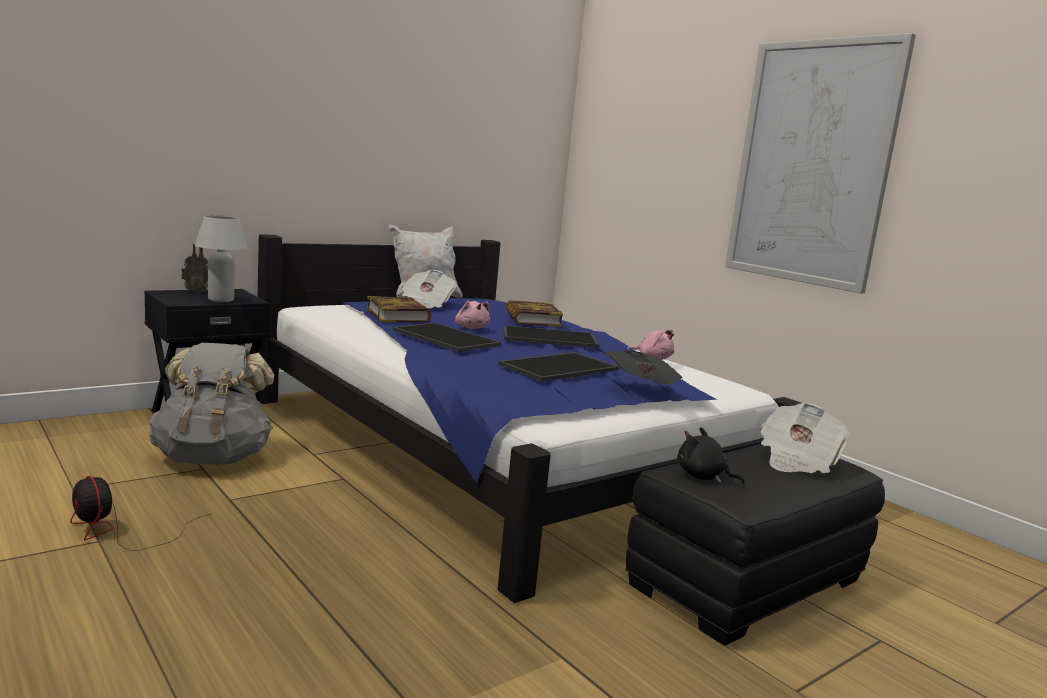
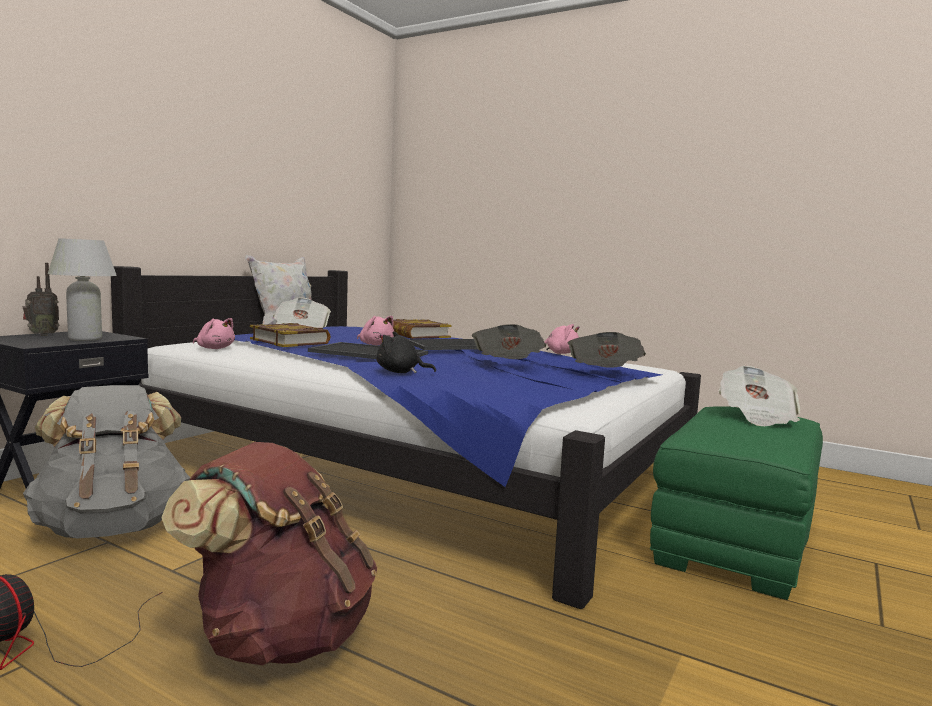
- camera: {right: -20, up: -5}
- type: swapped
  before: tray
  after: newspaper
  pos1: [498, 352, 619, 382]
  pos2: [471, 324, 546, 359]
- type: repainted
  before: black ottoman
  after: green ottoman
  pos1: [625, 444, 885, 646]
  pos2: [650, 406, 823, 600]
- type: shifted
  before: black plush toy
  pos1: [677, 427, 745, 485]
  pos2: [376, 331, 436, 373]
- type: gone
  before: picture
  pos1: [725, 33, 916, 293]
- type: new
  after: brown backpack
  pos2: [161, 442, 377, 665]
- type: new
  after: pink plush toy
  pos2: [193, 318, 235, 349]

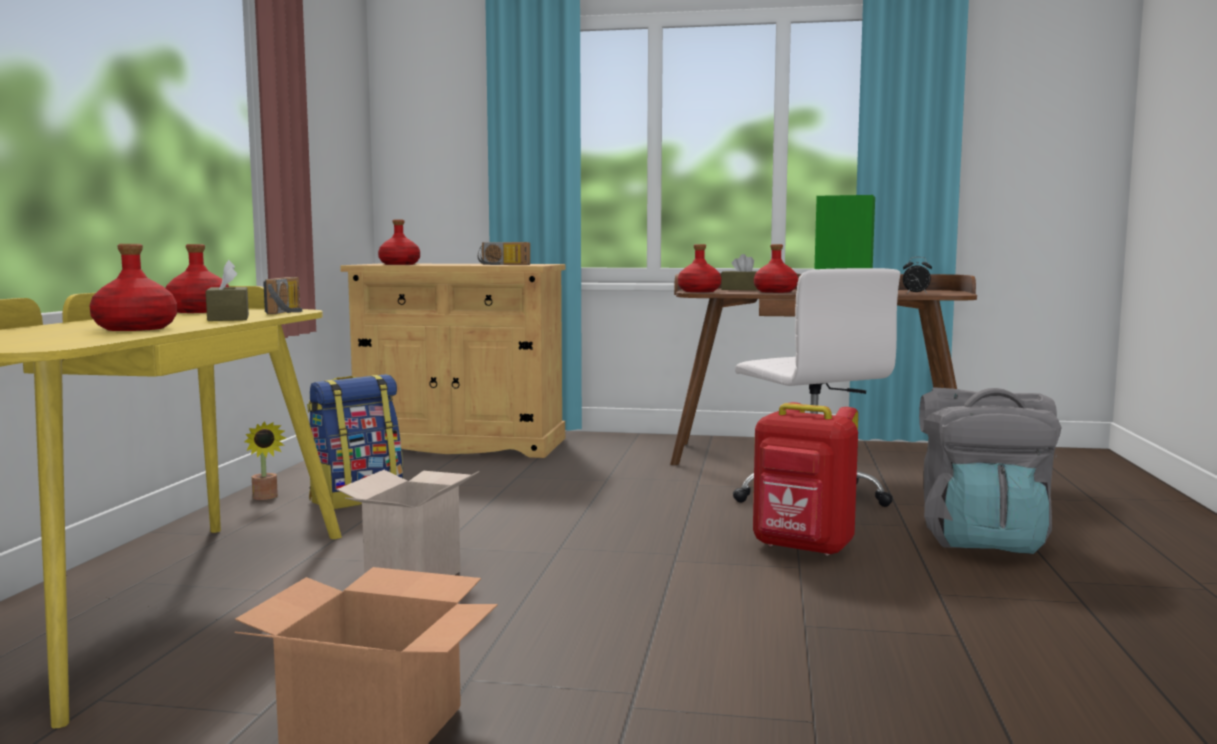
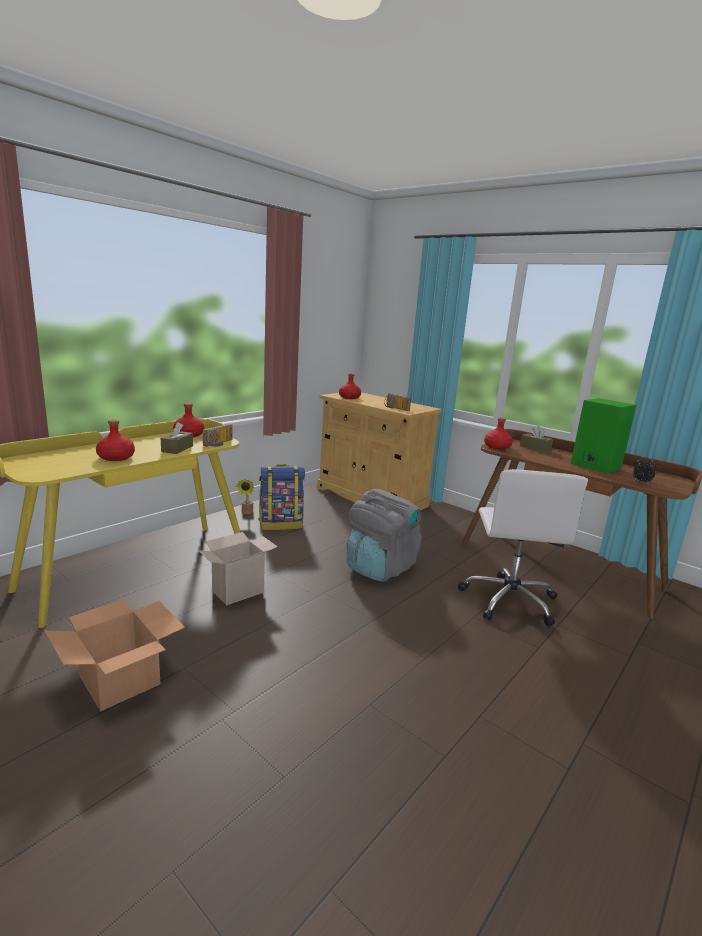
- camera: {right: 30, up: 10}
- type: gone
  before: red backpack
  pos1: [753, 402, 858, 556]
- type: gone
  before: red bottle
  pos1: [754, 244, 798, 293]
- type: shifted
  before: grey backpack
  pos1: [919, 387, 1062, 554]
  pos2: [347, 489, 423, 582]

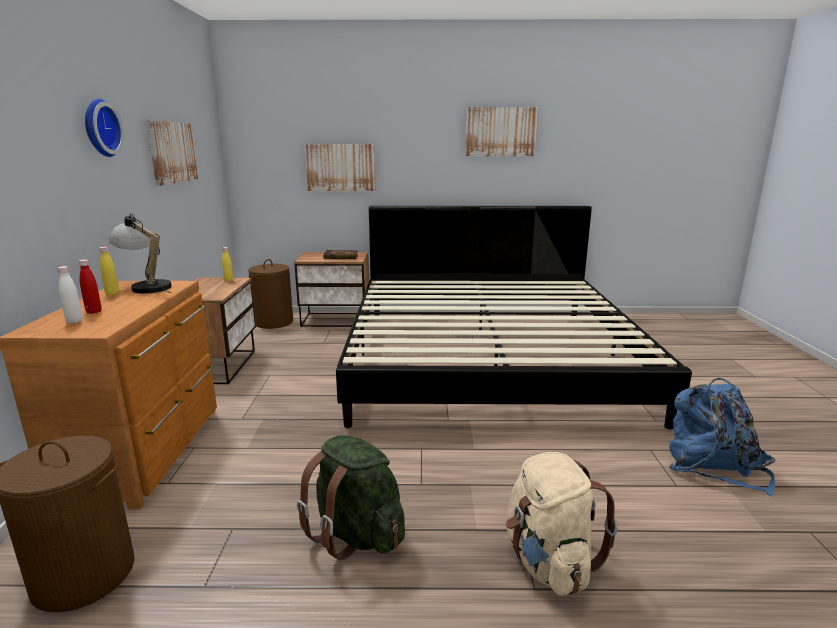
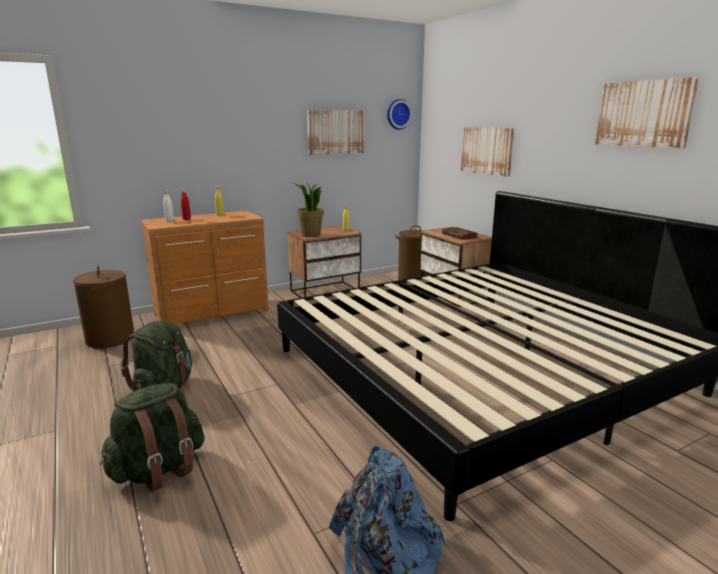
- camera: {right: 60, up: 0}
- type: shifted
  before: wall clock
  pos1: [85, 99, 124, 157]
  pos2: [387, 99, 412, 130]
- type: gone
  before: table lamp
  pos1: [108, 213, 172, 293]
- type: repainted
  before: beige backpack
  after: green backpack
  pos1: [506, 452, 618, 596]
  pos2: [100, 383, 205, 492]
- type: new
  after: potted plant
  pos2: [293, 181, 324, 237]

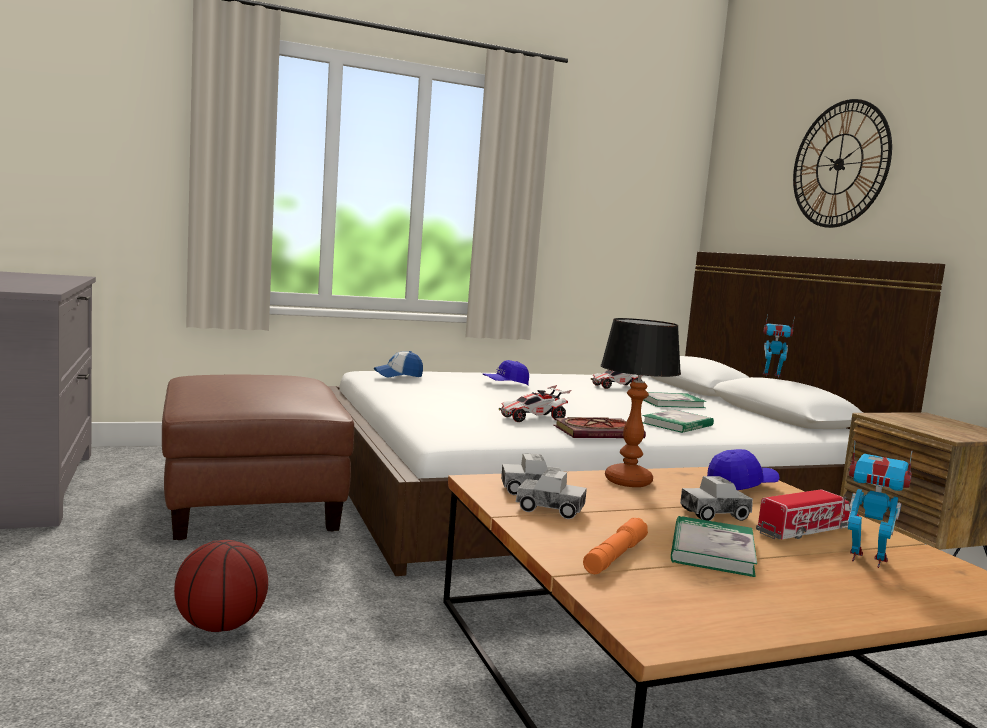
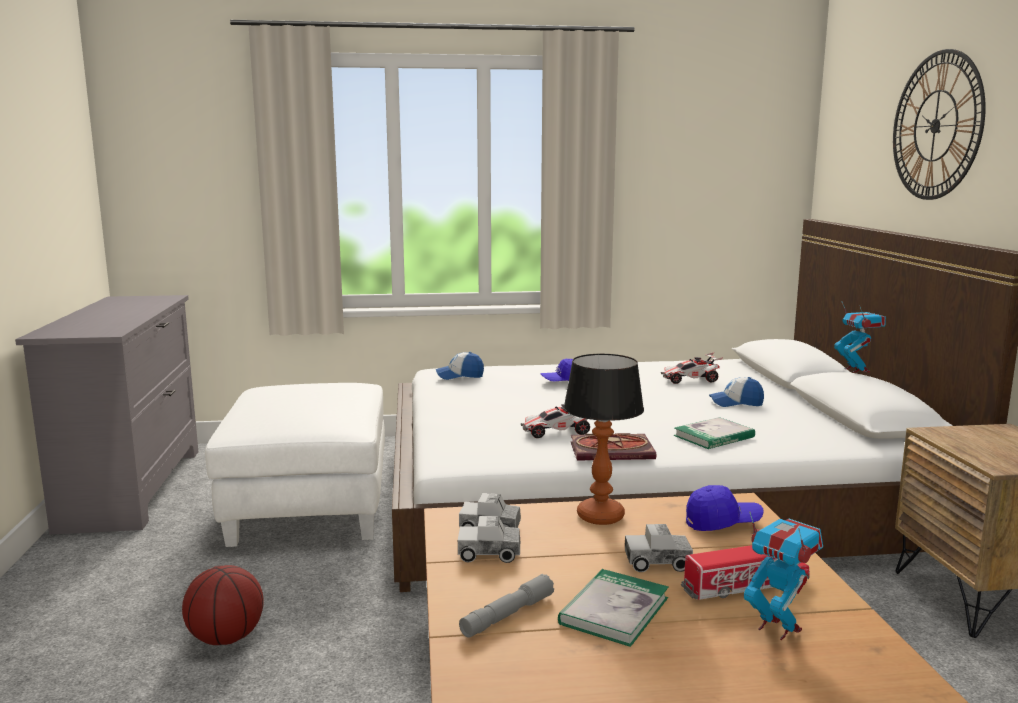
- camera: {right: 15, up: 5}
- type: repainted
  before: brown ottoman
  after: white ottoman
  pos1: [162, 375, 354, 540]
  pos2: [205, 383, 385, 547]
- type: rotated
  before: toy truck
  pos1: [516, 469, 587, 519]
  pos2: [458, 516, 520, 563]
  turn: 150
- type: repainted
  before: orange flashlight
  after: grey flashlight
  pos1: [583, 518, 648, 574]
  pos2: [459, 574, 554, 638]
- type: swapped
  before: book
  after: cap
  pos1: [643, 392, 706, 408]
  pos2: [709, 377, 764, 407]
- type: rotated
  before: toy robot
  pos1: [763, 314, 795, 378]
  pos2: [834, 301, 886, 373]
  turn: 45

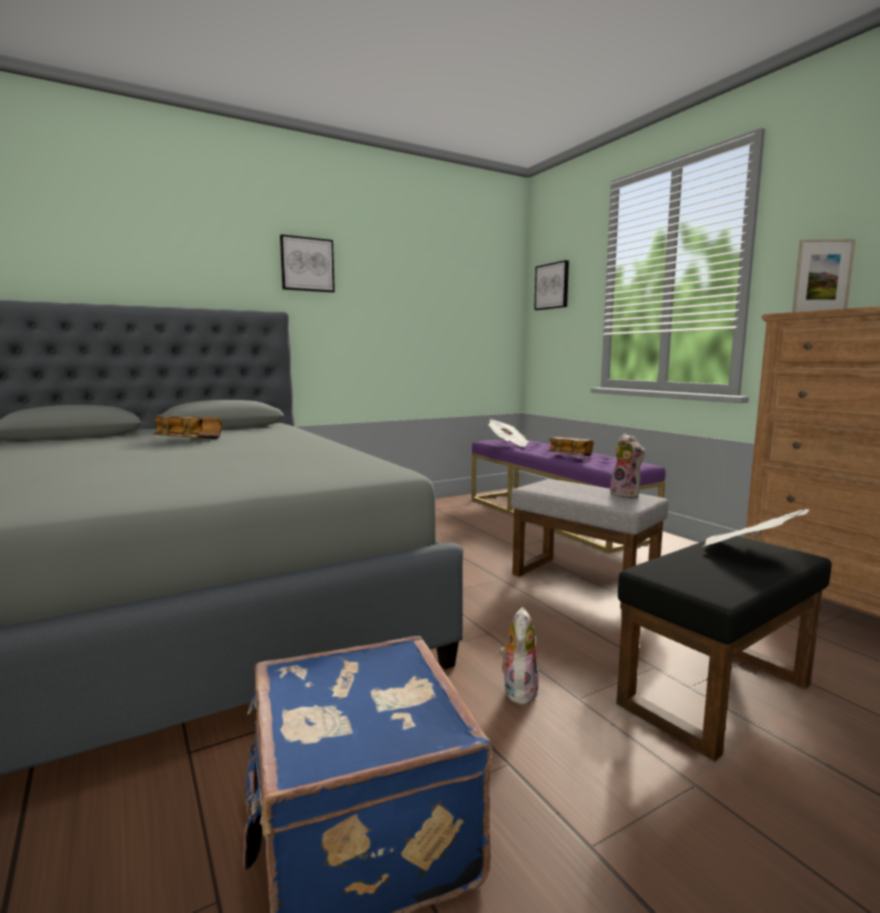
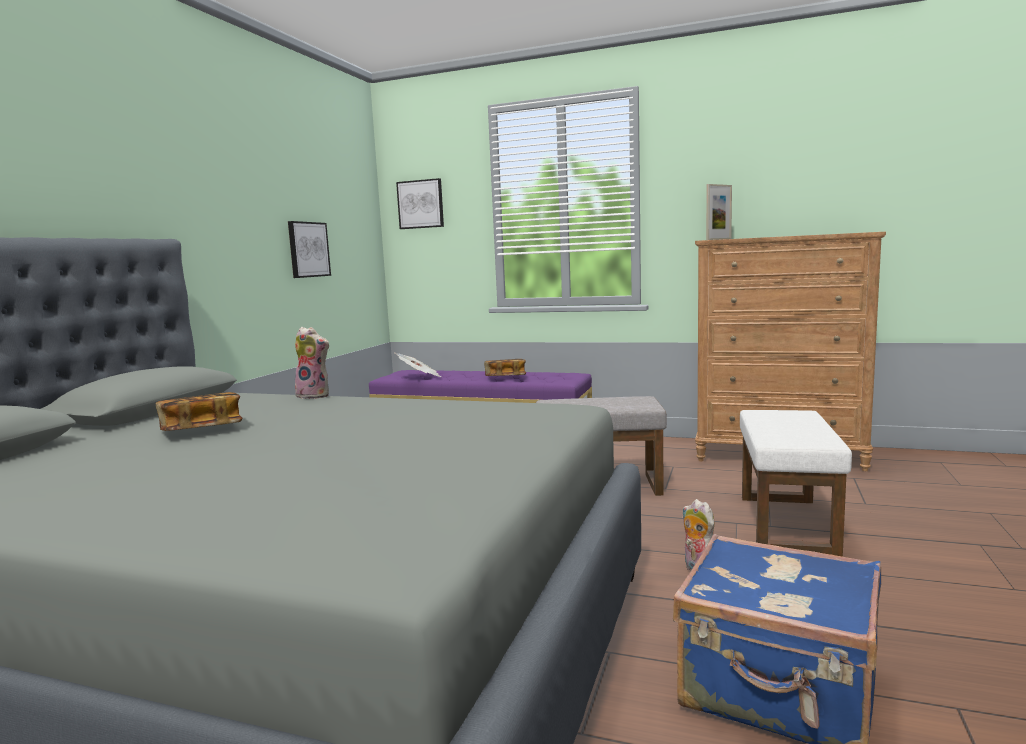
- camera: {right: -40, up: 0}
- type: shifted
  before: picture
  pos1: [280, 234, 335, 292]
  pos2: [288, 221, 331, 278]
- type: shifted
  before: plush toy
  pos1: [610, 433, 645, 498]
  pos2: [295, 327, 330, 399]
- type: repainted
  before: black ottoman
  after: white ottoman
  pos1: [617, 536, 832, 761]
  pos2: [740, 410, 852, 557]
- type: gone
  before: newspaper
  pos1: [702, 509, 809, 547]

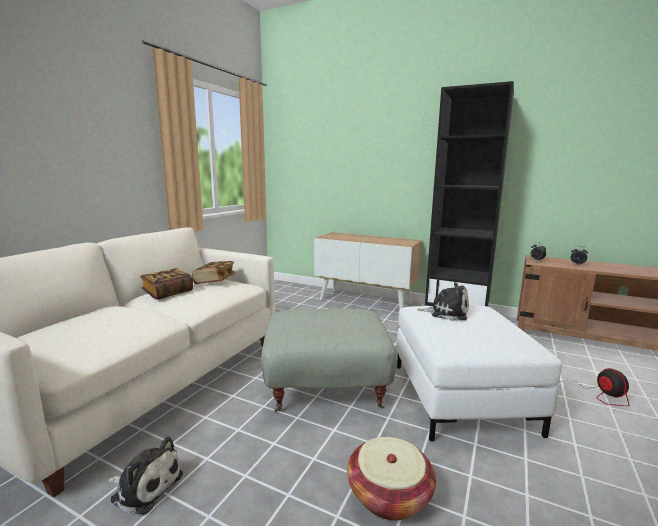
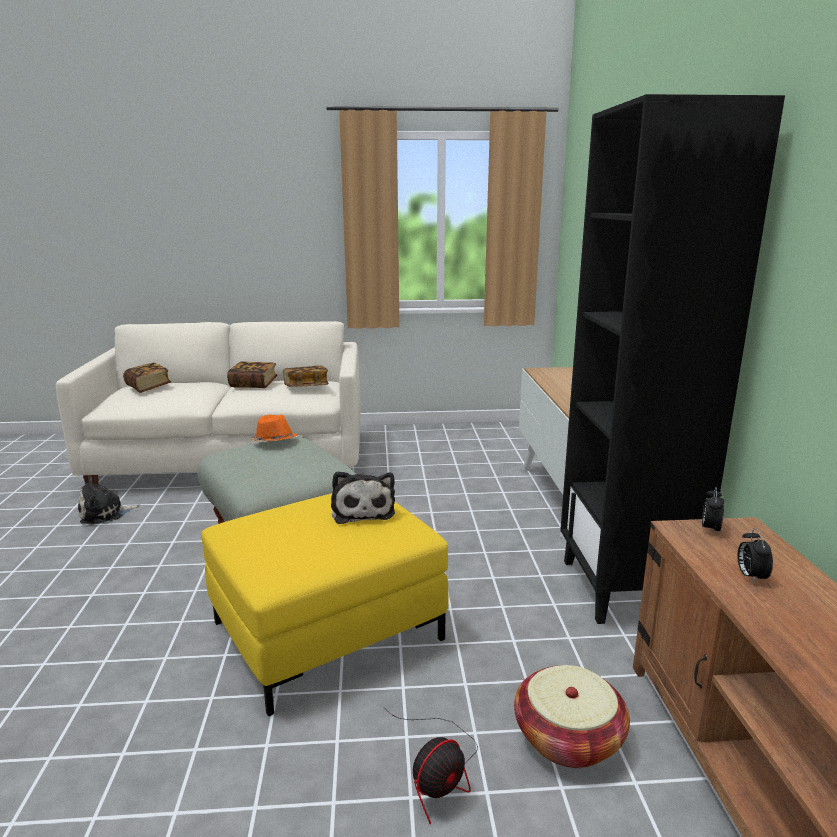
- camera: {right: 60, up: 5}
- type: rotated
  before: plush toy
  pos1: [108, 436, 183, 515]
  pos2: [78, 476, 140, 525]
  turn: 75
- type: shifted
  before: basket
  pos1: [347, 437, 436, 520]
  pos2: [514, 665, 630, 768]
- type: repainted
  before: white ottoman
  after: yellow ottoman
  pos1: [397, 306, 562, 441]
  pos2: [201, 493, 449, 716]
- type: new
  after: book
  pos2: [123, 363, 171, 393]
- type: new
  after: orange hat
  pos2: [252, 414, 297, 442]

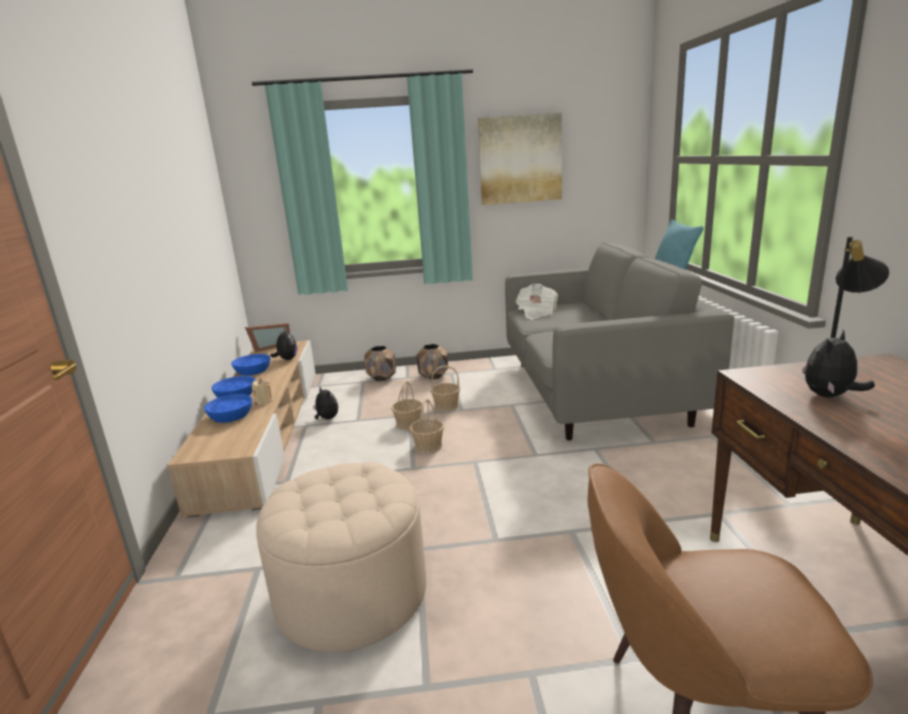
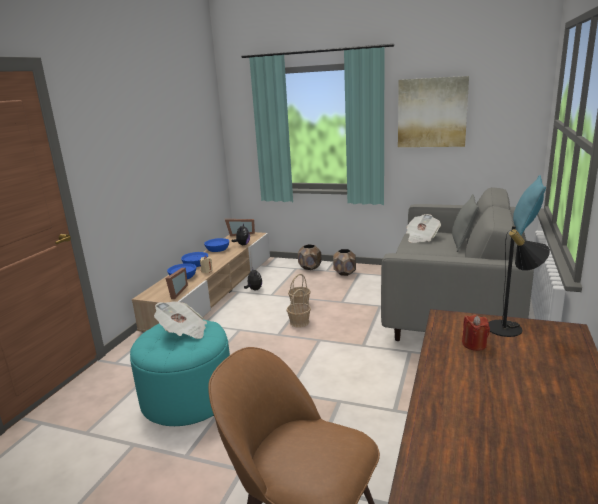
- camera: {right: 25, up: 0}
- type: repainted
  before: beige ottoman
  after: turquoise ottoman
  pos1: [256, 462, 426, 652]
  pos2: [130, 320, 230, 426]
- type: gone
  before: basket
  pos1: [430, 365, 460, 412]
- type: swapped
  before: plush toy
  after: red candle
  pos1: [805, 329, 875, 397]
  pos2: [462, 315, 490, 351]
- type: new
  after: newspaper
  pos2: [154, 301, 207, 339]
- type: new
  after: picture frame
  pos2: [165, 268, 188, 299]
- type: new
  after: grey pillow
  pos2: [452, 194, 479, 252]

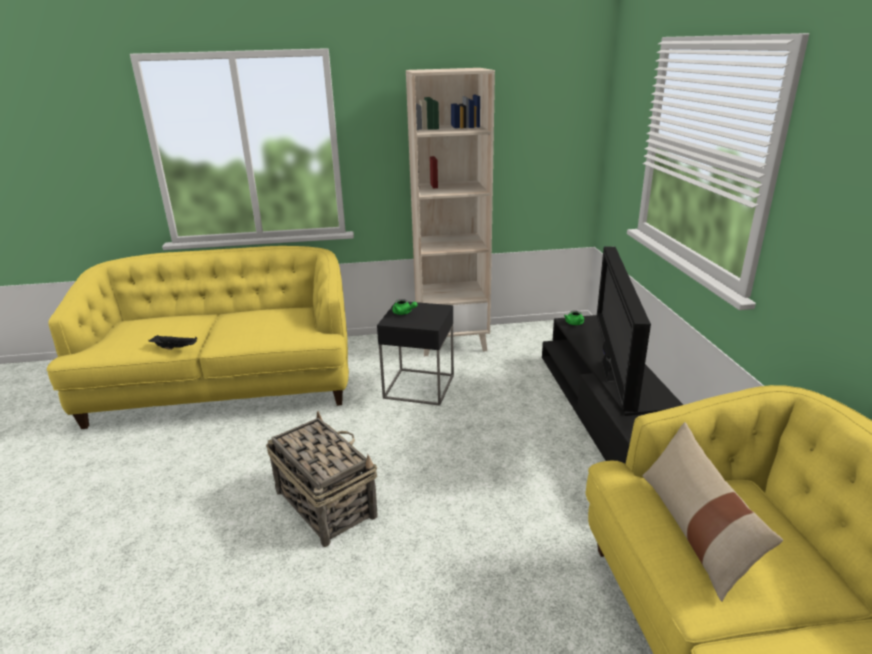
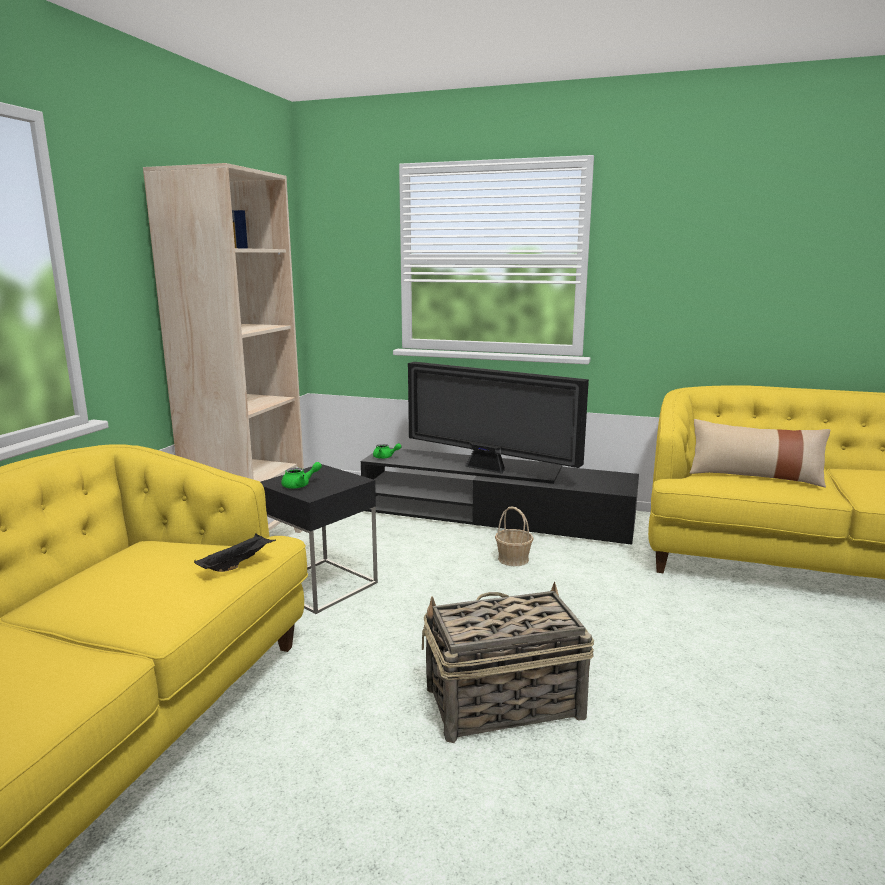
- camera: {right: -65, up: -10}
- type: shifted
  before: black tray
  pos1: [149, 335, 197, 350]
  pos2: [194, 533, 276, 572]
- type: new
  after: basket
  pos2: [495, 507, 534, 566]

